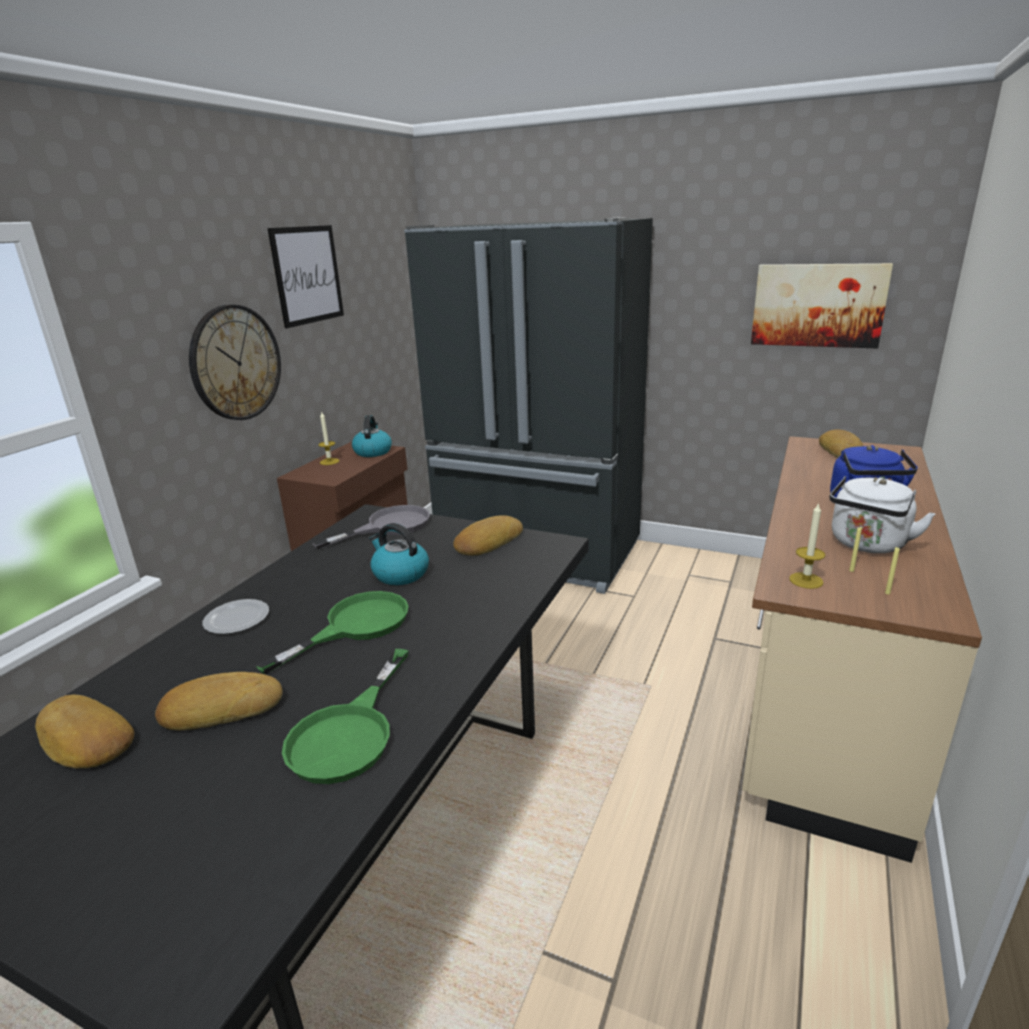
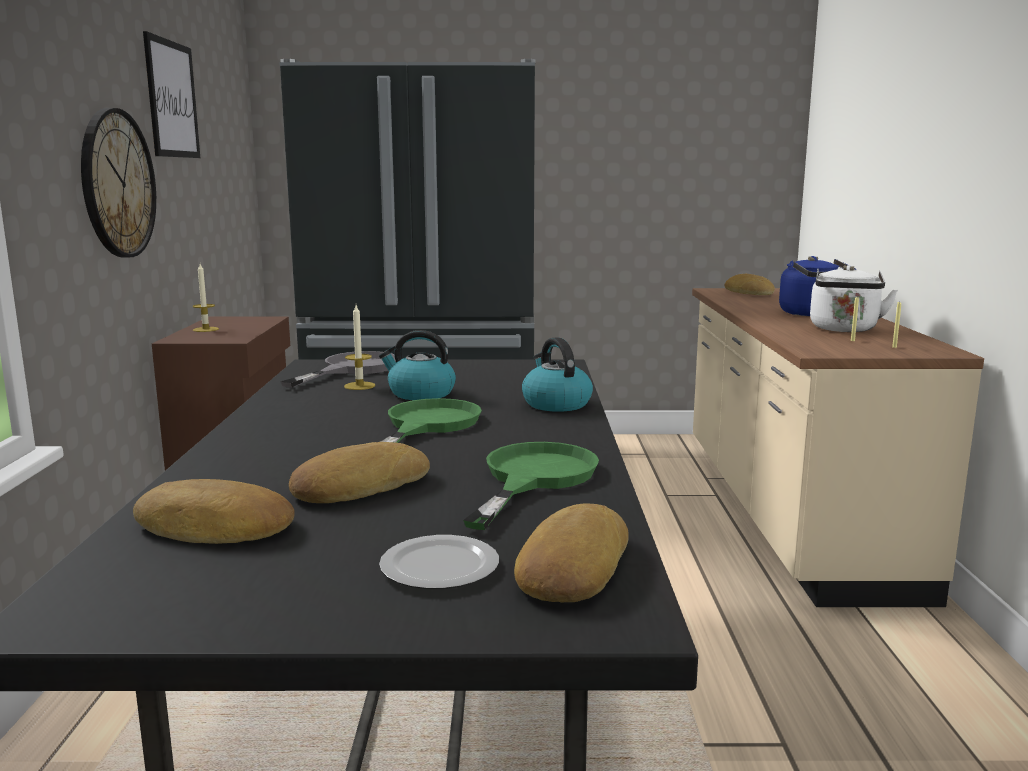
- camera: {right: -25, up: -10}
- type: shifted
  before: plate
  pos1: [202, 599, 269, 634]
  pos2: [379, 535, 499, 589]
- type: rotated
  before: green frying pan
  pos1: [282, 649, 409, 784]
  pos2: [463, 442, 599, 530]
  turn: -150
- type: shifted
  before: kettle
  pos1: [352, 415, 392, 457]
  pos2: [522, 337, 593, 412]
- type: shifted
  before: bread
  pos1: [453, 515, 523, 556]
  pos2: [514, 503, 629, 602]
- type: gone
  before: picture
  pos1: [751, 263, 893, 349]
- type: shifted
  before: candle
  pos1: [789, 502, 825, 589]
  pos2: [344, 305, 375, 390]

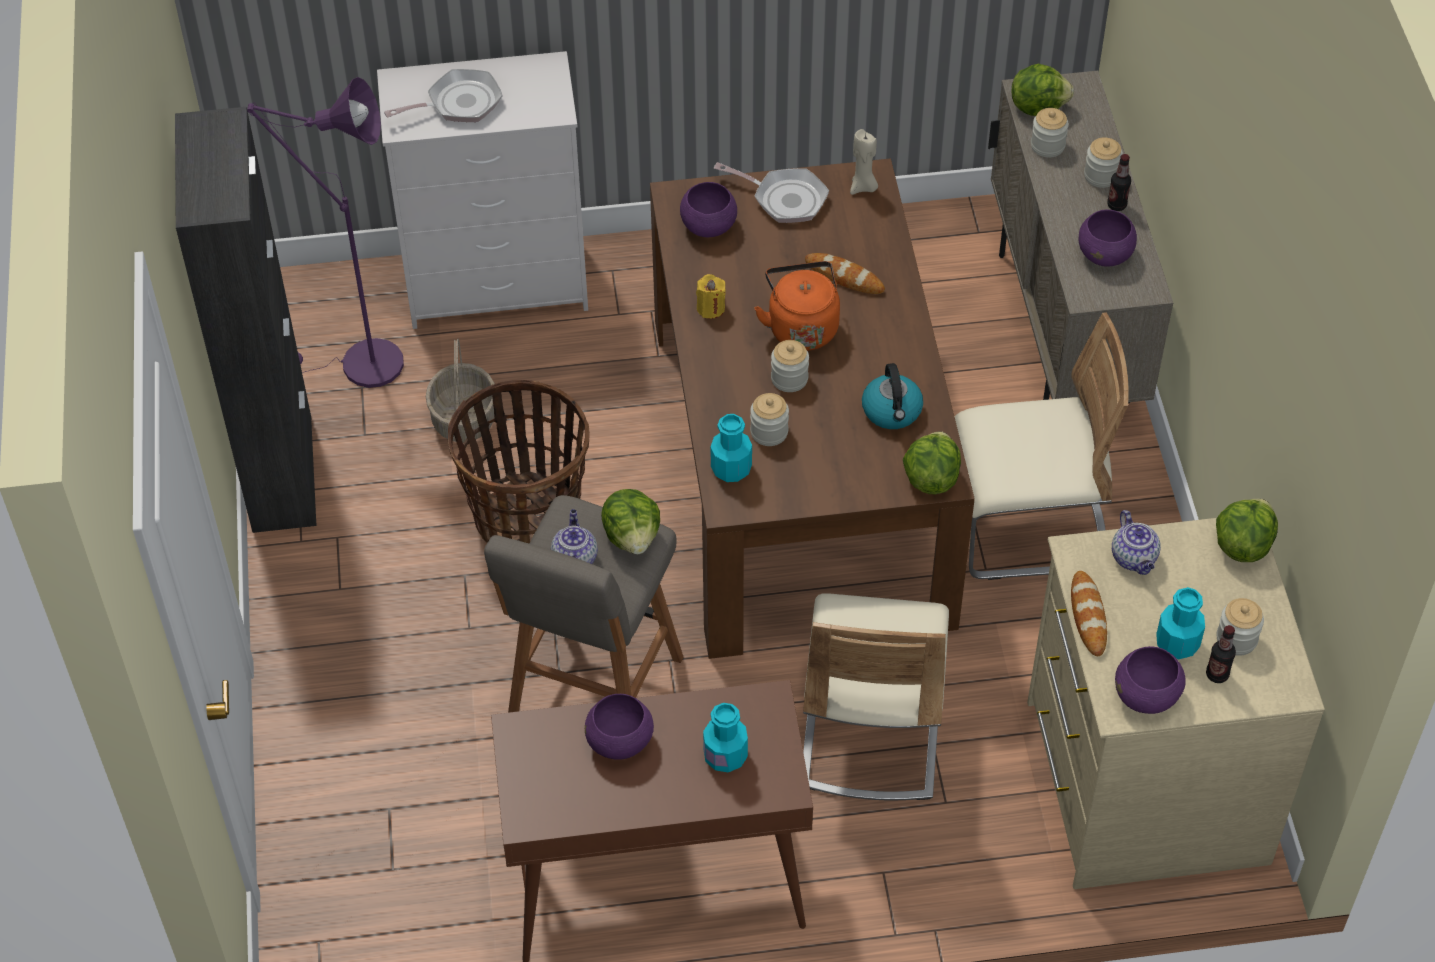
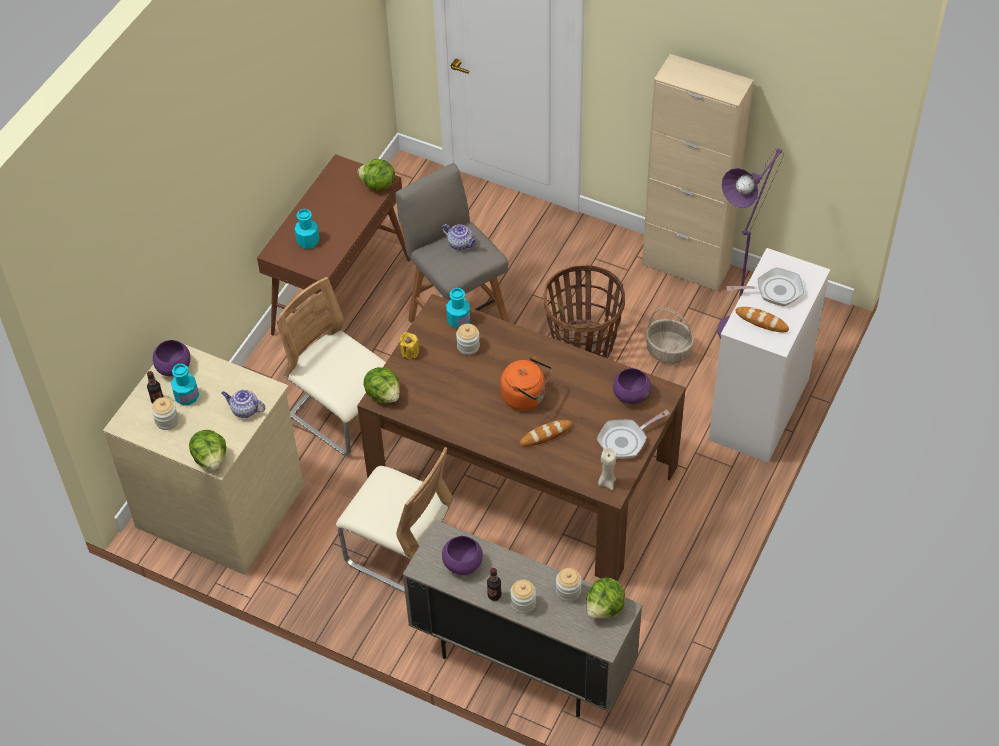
- camera: {right: 125, up: 0}
- type: repainted
  before: black cabinet
  after: beige cabinet
  pos1: [175, 107, 317, 533]
  pos2: [642, 54, 754, 292]
- type: rotated
  before: frying pan
  pos1: [384, 69, 503, 122]
  pos2: [727, 268, 804, 306]
  turn: -105
- type: gone
  before: purple bowl
  pos1: [585, 694, 654, 760]
- type: shifted
  before: lettuce
  pos1: [601, 489, 660, 554]
  pos2: [358, 159, 395, 191]
- type: shifted
  before: yellow candle
  pos1: [696, 274, 726, 319]
  pos2: [400, 332, 419, 360]
- type: gone
  before: jar
  pos1: [771, 340, 809, 392]
- type: gone
  before: kettle
  pos1: [862, 363, 923, 429]
- type: rotated
  before: beige chair
  pos1: [954, 312, 1129, 580]
  pos2: [336, 447, 453, 593]
  turn: -90
- type: shifted
  before: bread
  pos1: [1071, 571, 1107, 656]
  pos2: [735, 307, 789, 332]

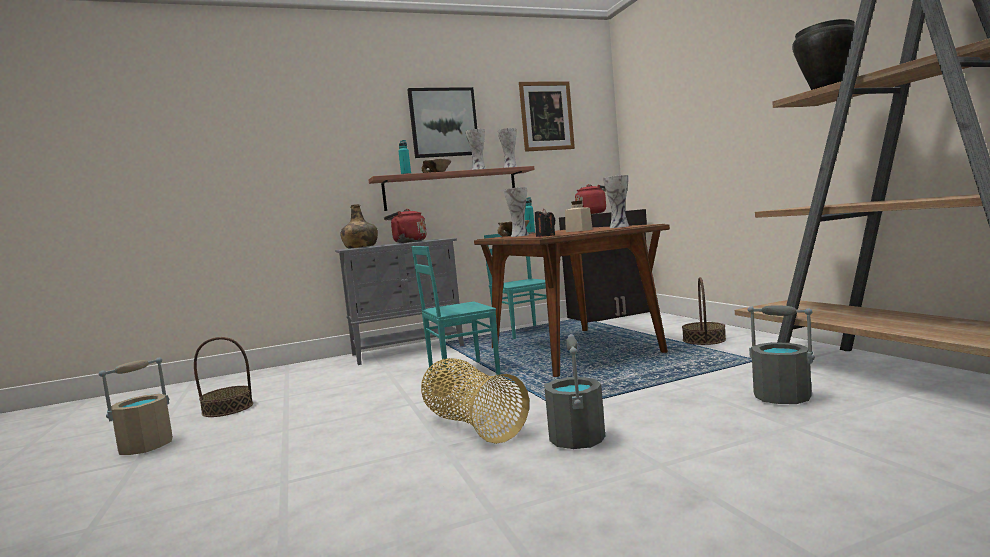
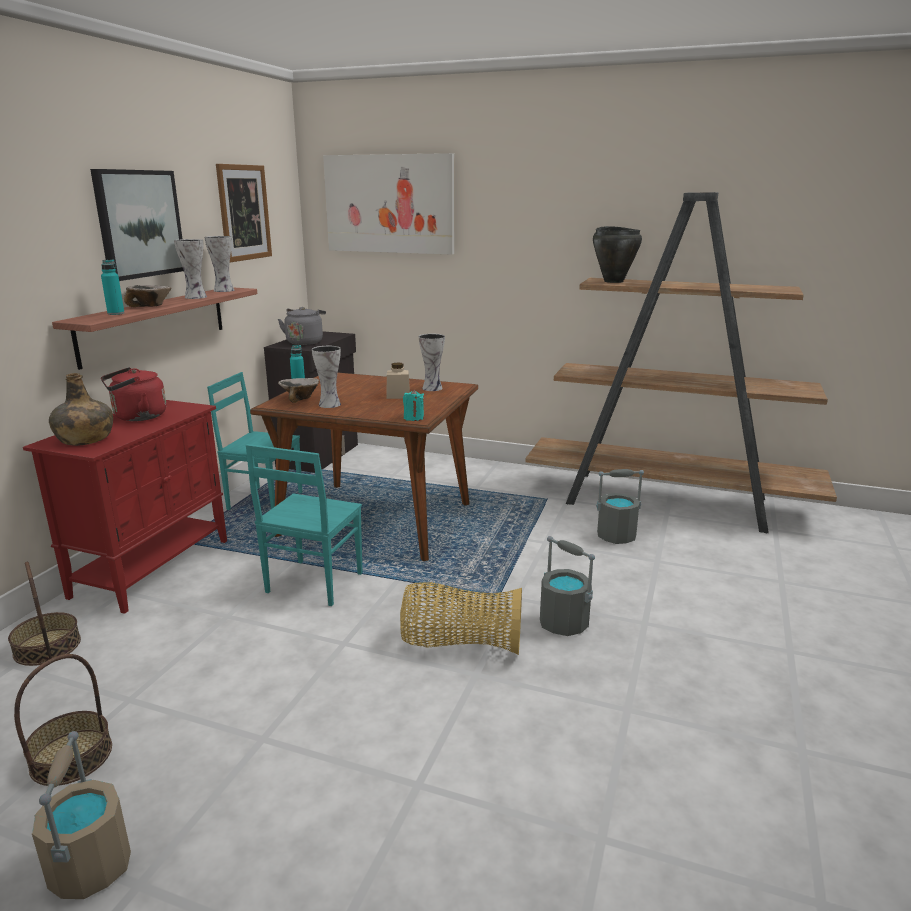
- camera: {right: -50, up: 15}
- type: repainted
  before: grey cabinet
  after: red cabinet
  pos1: [335, 238, 464, 365]
  pos2: [23, 400, 227, 614]
- type: repainted
  before: black candle
  after: turquoise candle
  pos1: [535, 209, 555, 237]
  pos2: [403, 389, 424, 421]
- type: repainted
  before: red kettle
  after: grey kettle
  pos1: [575, 184, 606, 214]
  pos2: [278, 307, 326, 345]
- type: shifted
  before: basket
  pos1: [682, 277, 726, 345]
  pos2: [8, 562, 81, 666]
- type: new
  after: picture
  pos2: [323, 153, 454, 255]

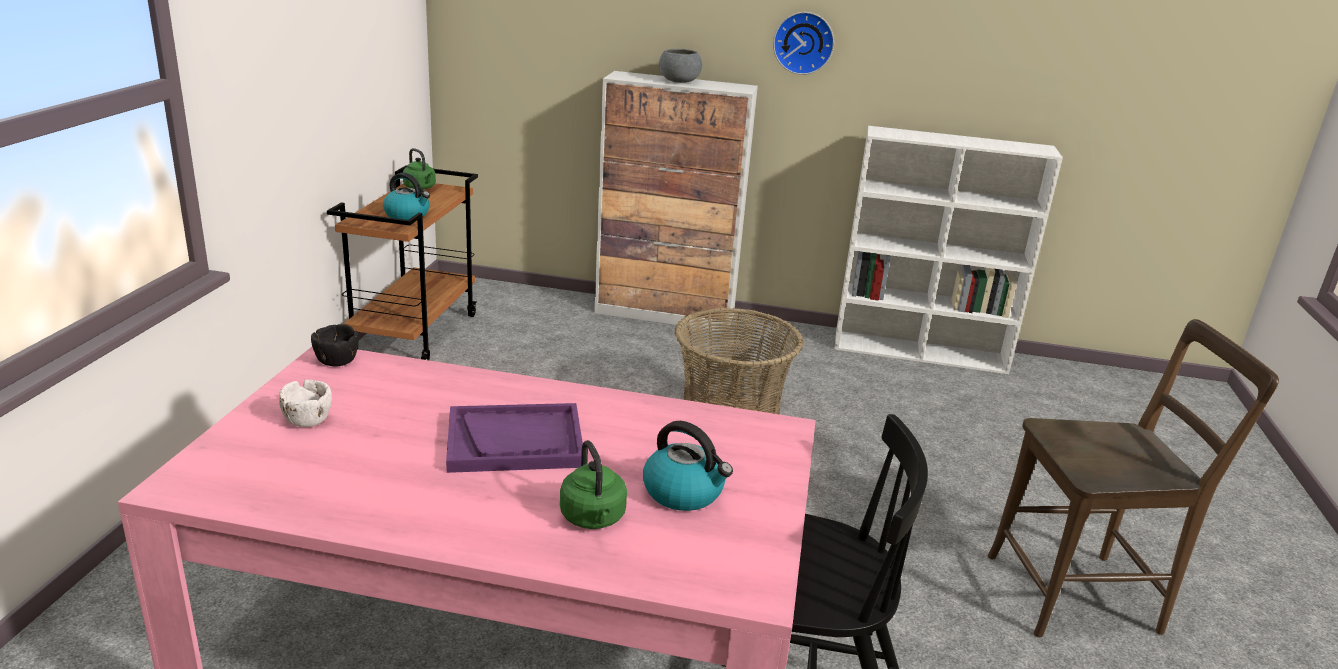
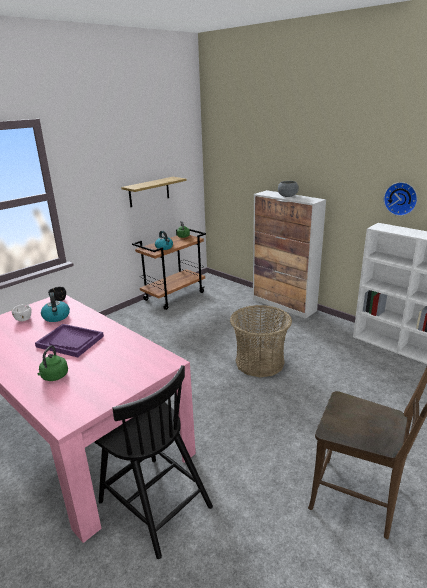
- camera: {right: 35, up: 0}
- type: shifted
  before: kettle
  pos1: [643, 421, 733, 511]
  pos2: [41, 292, 70, 322]
- type: shifted
  before: wall clock
  pos1: [773, 12, 834, 75]
  pos2: [384, 182, 417, 216]
- type: new
  after: shelf
  pos2: [121, 177, 187, 207]

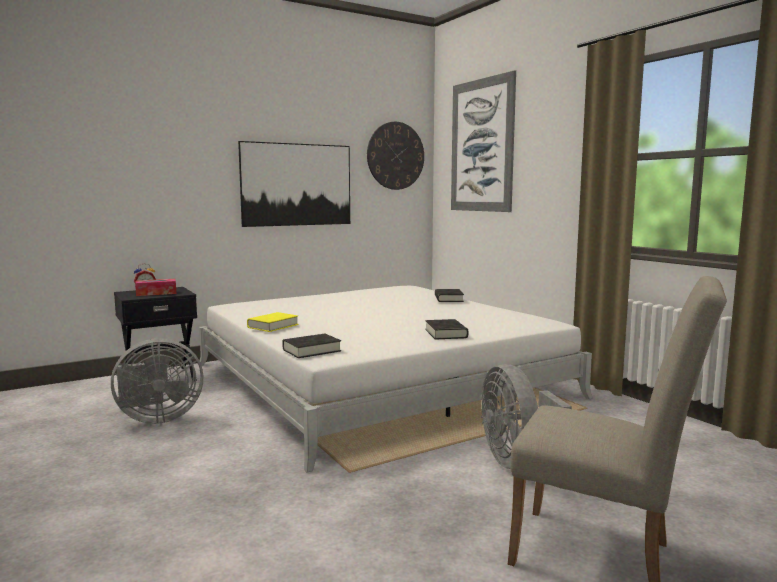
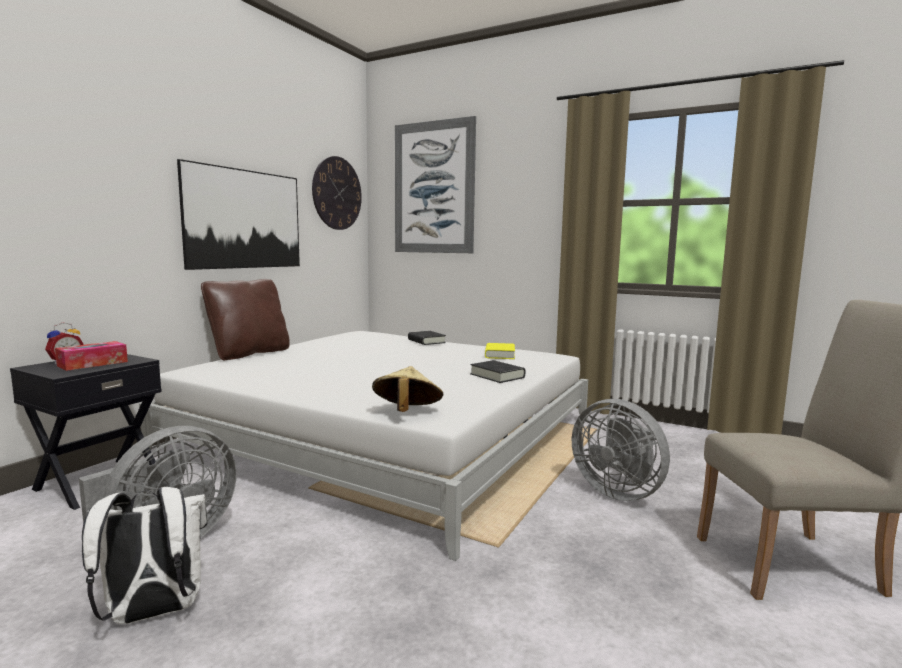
- camera: {right: -30, up: 0}
- type: shifted
  before: yellow book
  pos1: [247, 312, 299, 332]
  pos2: [485, 343, 515, 359]
- type: swapped
  before: black book
  after: beige hat
  pos1: [282, 334, 341, 358]
  pos2: [372, 366, 443, 412]
- type: new
  after: white backpack
  pos2: [82, 487, 208, 624]
- type: new
  after: brown pillow
  pos2: [201, 279, 290, 360]

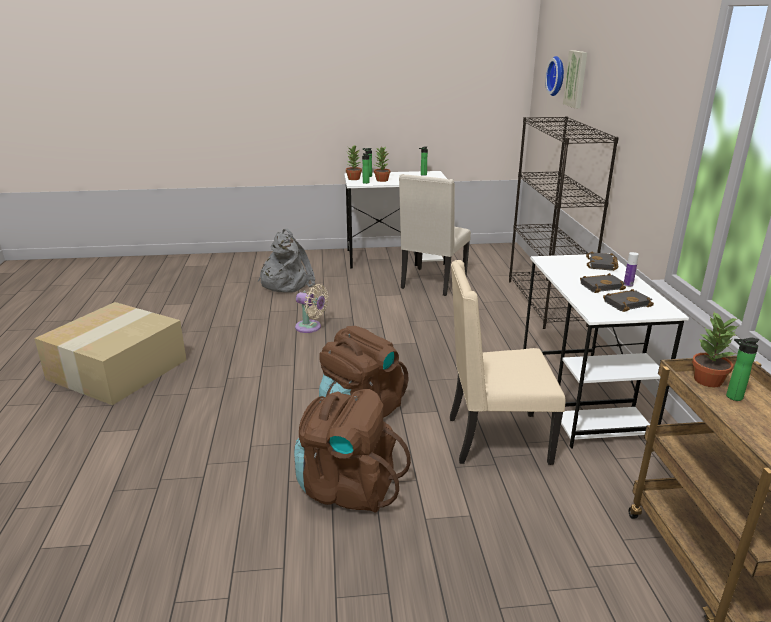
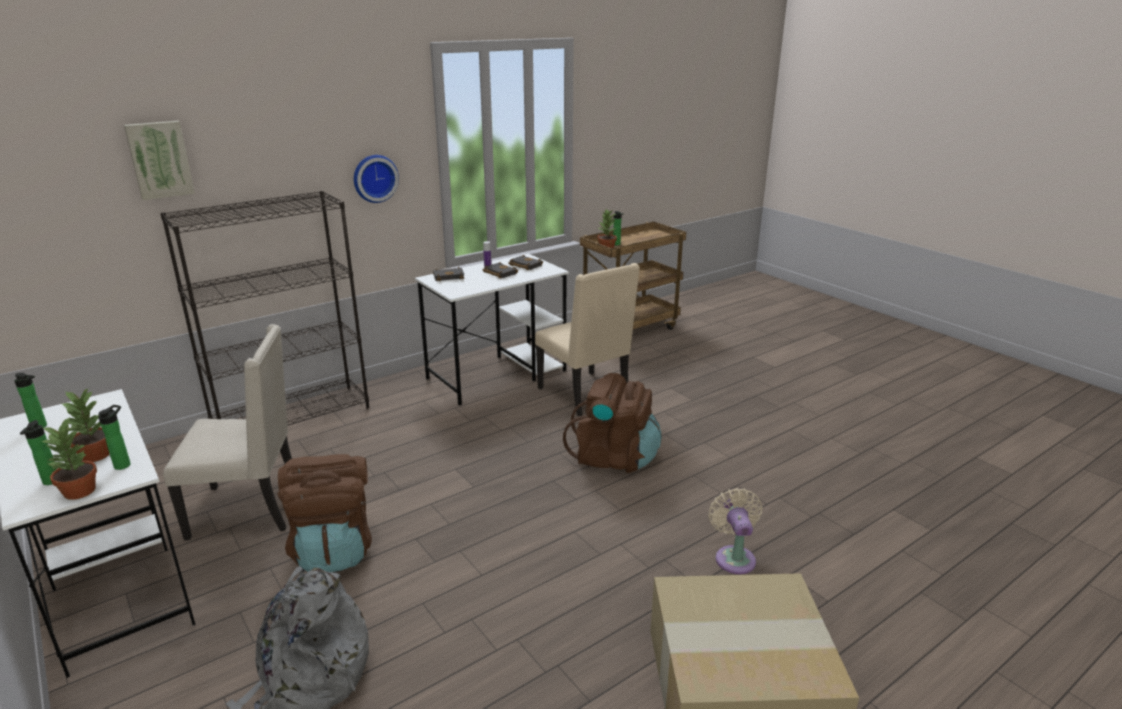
- camera: {right: -120, up: 0}
- type: shifted
  before: brown backpack
  pos1: [294, 389, 411, 513]
  pos2: [277, 454, 372, 572]
- type: shifted
  before: beige fan
  pos1: [295, 284, 328, 333]
  pos2: [708, 488, 762, 574]
- type: shifted
  before: wall clock
  pos1: [545, 56, 564, 96]
  pos2: [354, 155, 399, 203]

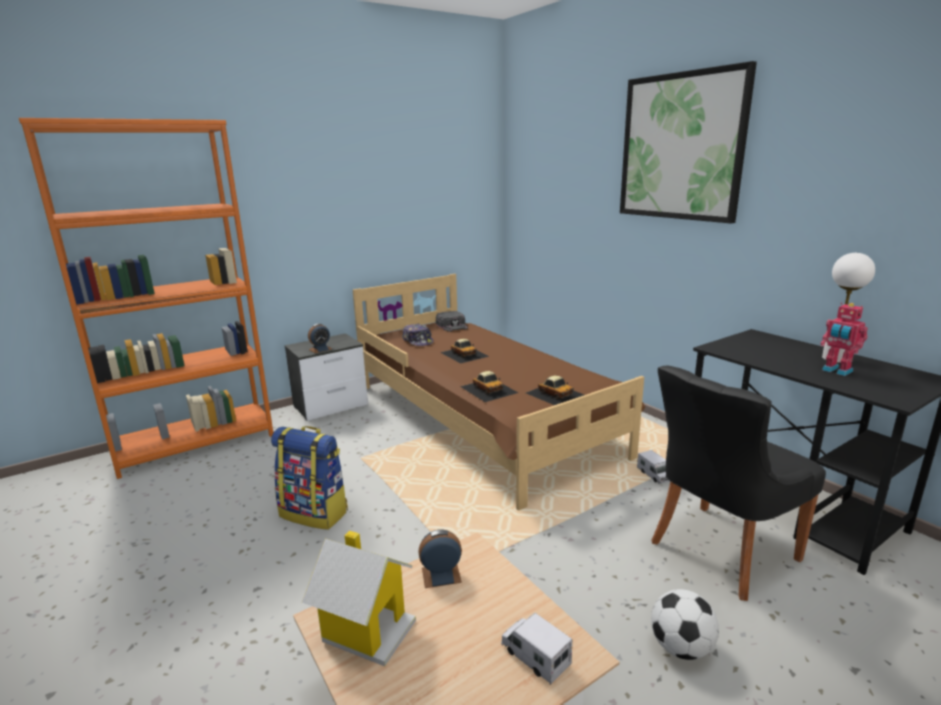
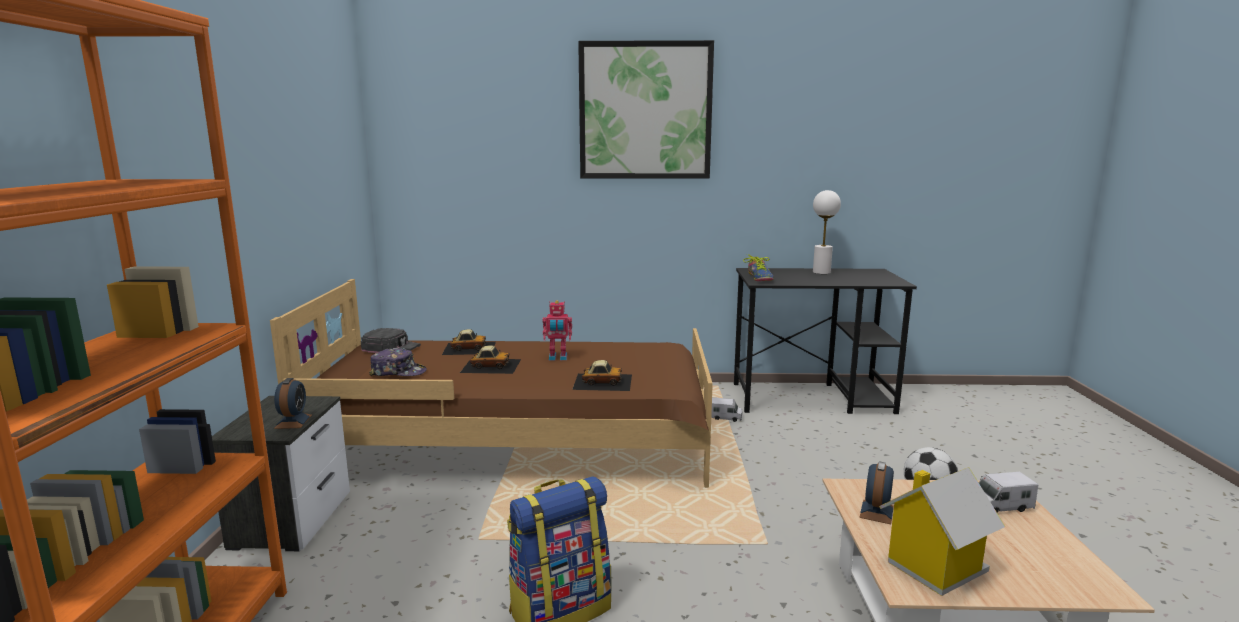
- camera: {right: -55, up: -5}
- type: shifted
  before: toy car
  pos1: [526, 375, 584, 405]
  pos2: [442, 329, 496, 355]
- type: gone
  before: black chair
  pos1: [652, 365, 826, 601]
- type: shifted
  before: toy robot
  pos1: [820, 302, 867, 376]
  pos2: [542, 300, 572, 360]
- type: new
  after: shoe
  pos2: [743, 254, 774, 281]

